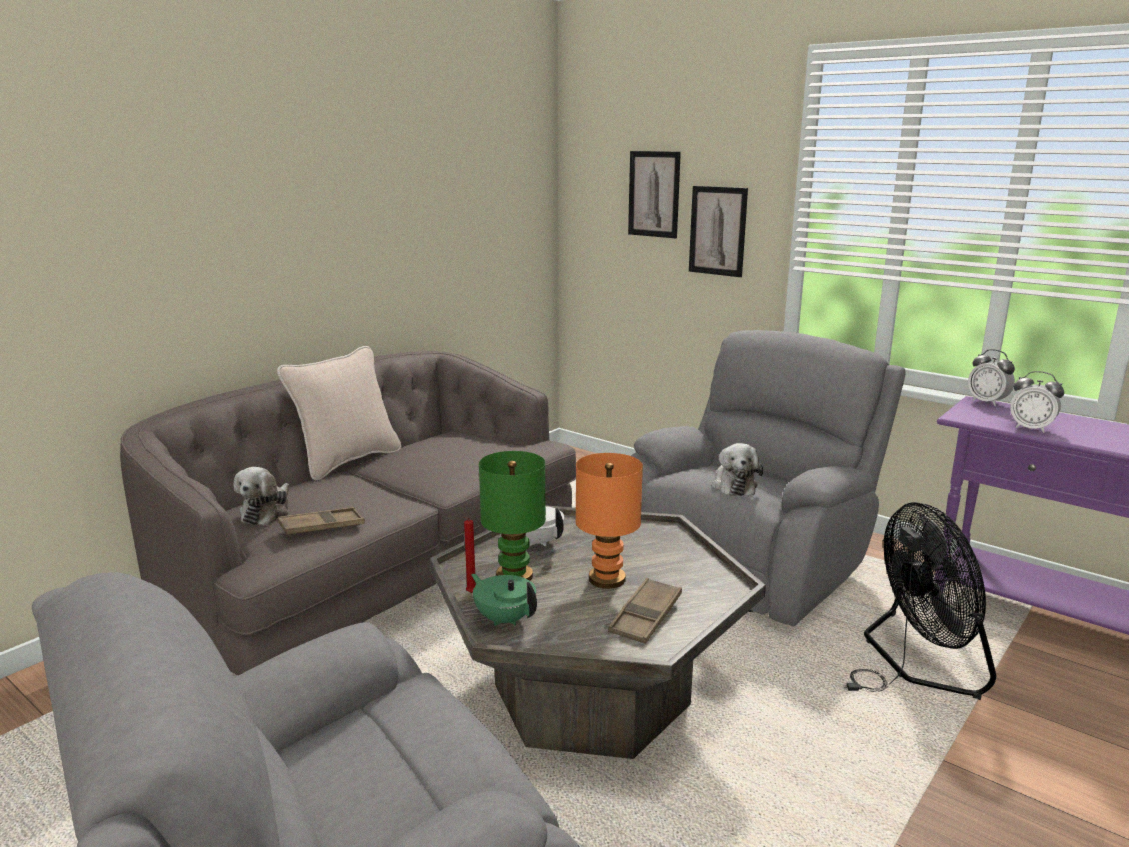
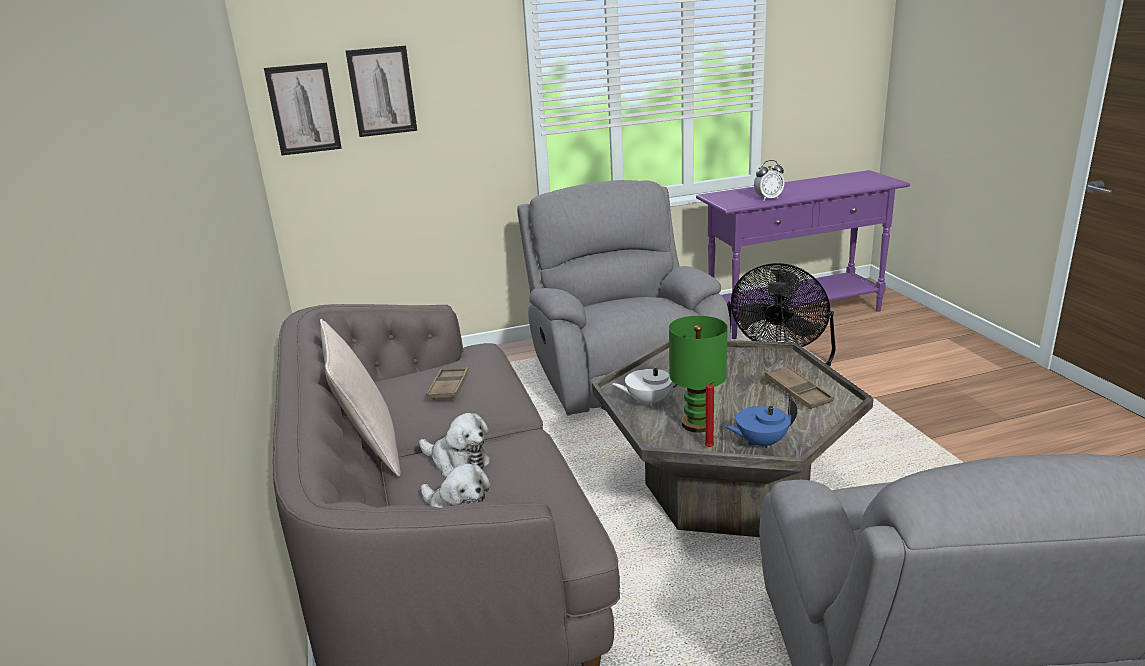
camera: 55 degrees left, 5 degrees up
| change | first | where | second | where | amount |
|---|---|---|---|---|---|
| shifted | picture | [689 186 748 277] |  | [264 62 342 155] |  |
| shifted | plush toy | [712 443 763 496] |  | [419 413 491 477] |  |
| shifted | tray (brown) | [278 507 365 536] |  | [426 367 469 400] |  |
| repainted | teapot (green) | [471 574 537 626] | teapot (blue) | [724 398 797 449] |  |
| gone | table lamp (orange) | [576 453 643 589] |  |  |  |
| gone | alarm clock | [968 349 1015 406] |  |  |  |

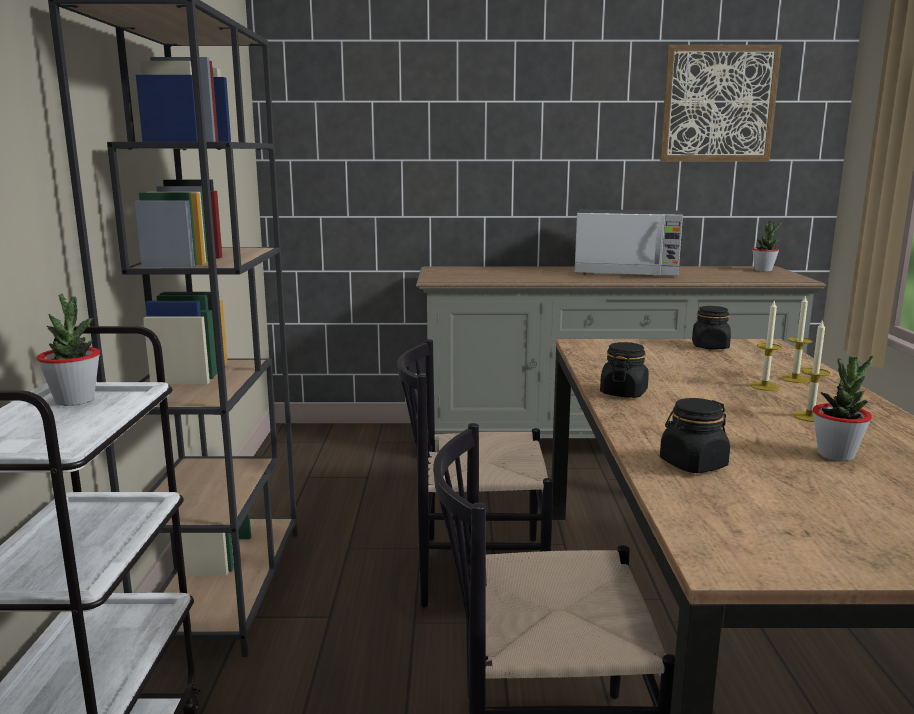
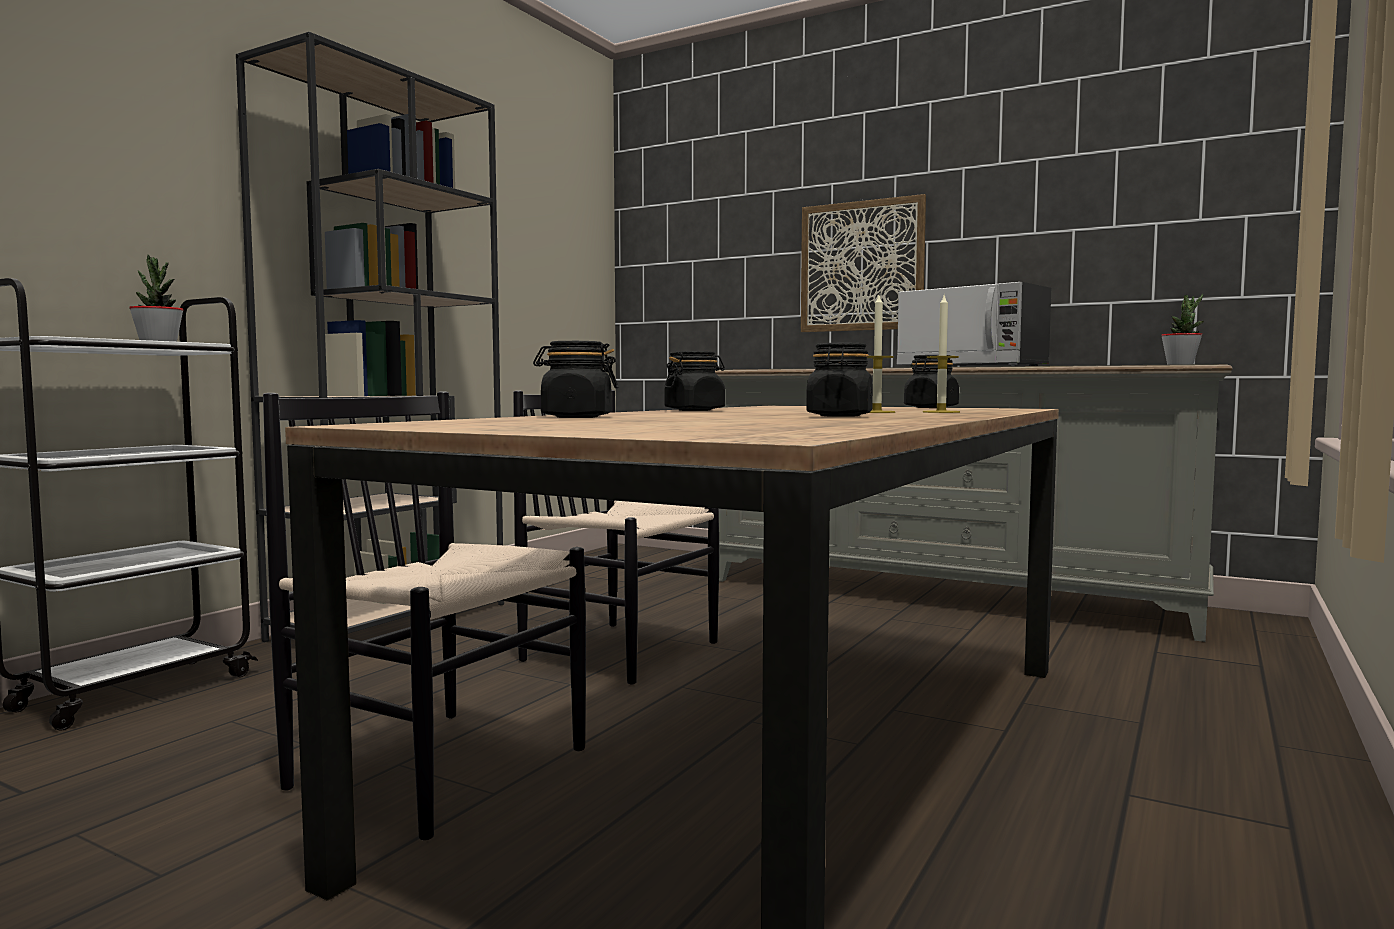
camera: 30 degrees right, 10 degrees down
| change | first | where | second | where | amount |
|---|---|---|---|---|---|
| shifted | picture | [660 42 782 161] |  | [801 194 926 332] |  |
| swapped | candle | [794 319 830 422] | jar (black) | [806 343 873 417] |  |
| gone | potted plant | [813 356 873 461] |  |  |  |

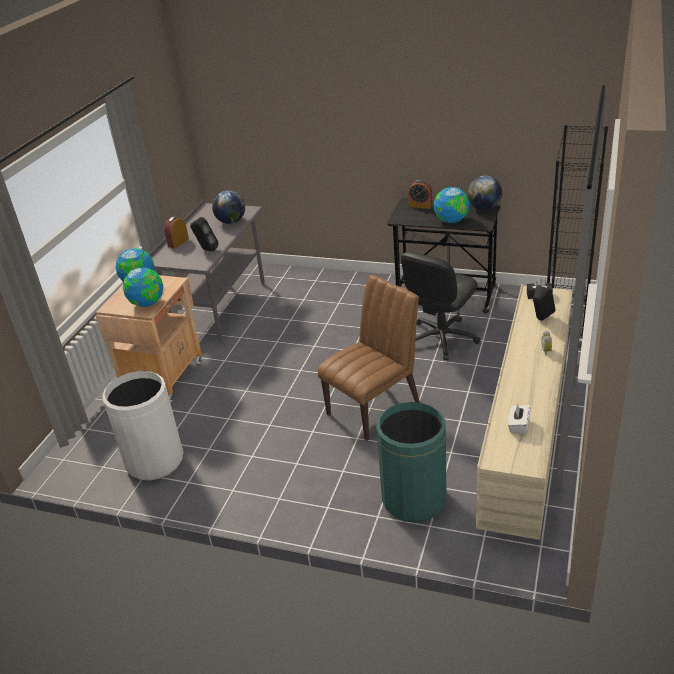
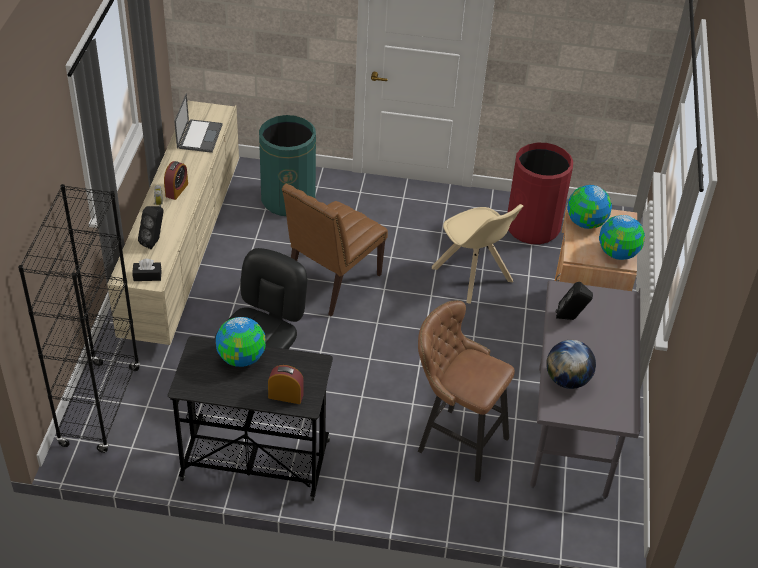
camera: 165 degrees right, 10 degrees up
| change | first | where | second | where | amount |
|---|---|---|---|---|---|
| shifted | alarm clock | [164 216 189 249] |  | [164 161 188 200] |  |
| swapped | tissue box (white) | [508 403 530 434] | laptop | [174 94 223 153] |  |
| new |  |  | stool (brown) | [418 300 515 483] |  |
| new |  |  | chair (beige) | [432 204 523 304] |  |
| repainted | trash can (white) | [102 371 184 480] | trash can (red) | [507 143 573 244] |  |
| gone | globe | [467 176 502 210] |  |  |  |

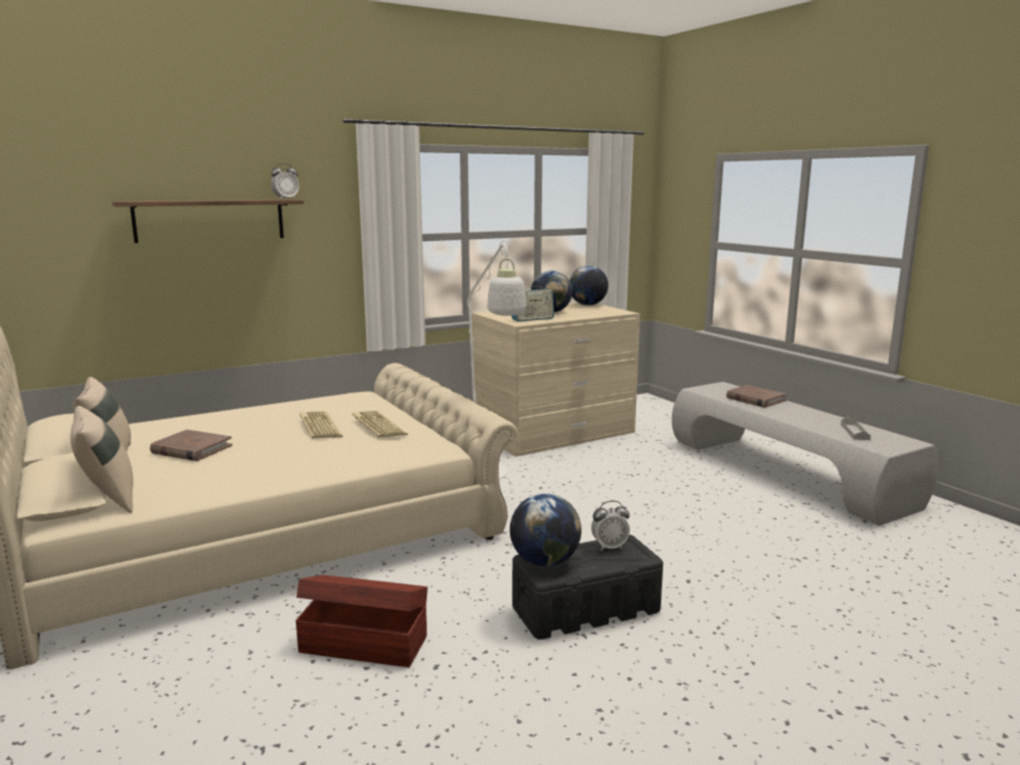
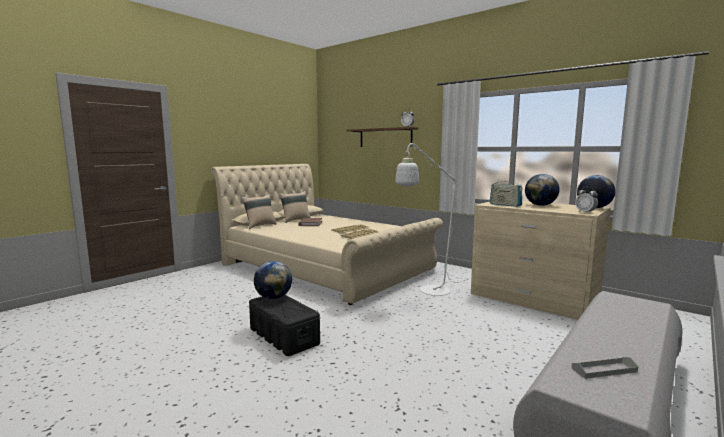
camera: 70 degrees right, 5 degrees down
| change | first | where | second | where | amount |
|---|---|---|---|---|---|
| shifted | alarm clock | [591 501 630 551] |  | [575 187 598 214] |  |
| gone | storage box (brown) | [295 575 428 667] |  |  |  |
| gone | book (brown) | [726 385 786 407] |  |  |  |

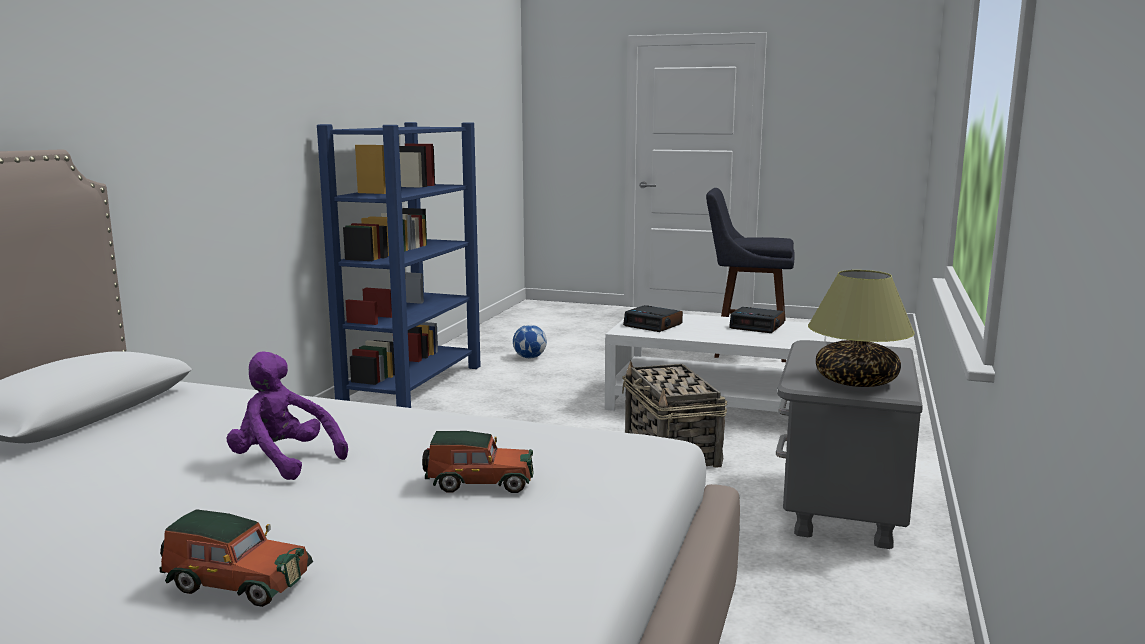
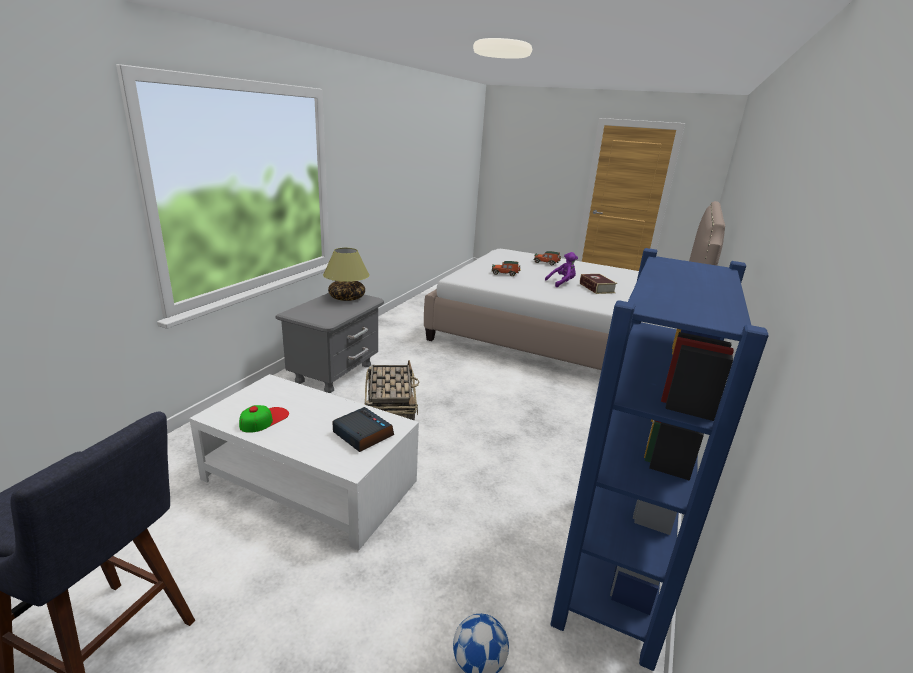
camera: 175 degrees left, 10 degrees up
| change | first | where | second | where | amount |
|---|---|---|---|---|---|
| swapped | alarm clock | [729 307 785 333] | cap | [239 405 289 433] |  |
| rotated | plush toy (purple) | [227 351 348 480] |  | [545 252 578 287] | 60 degrees counterclockwise |
| new |  |  | book | [580 274 617 294] |  |

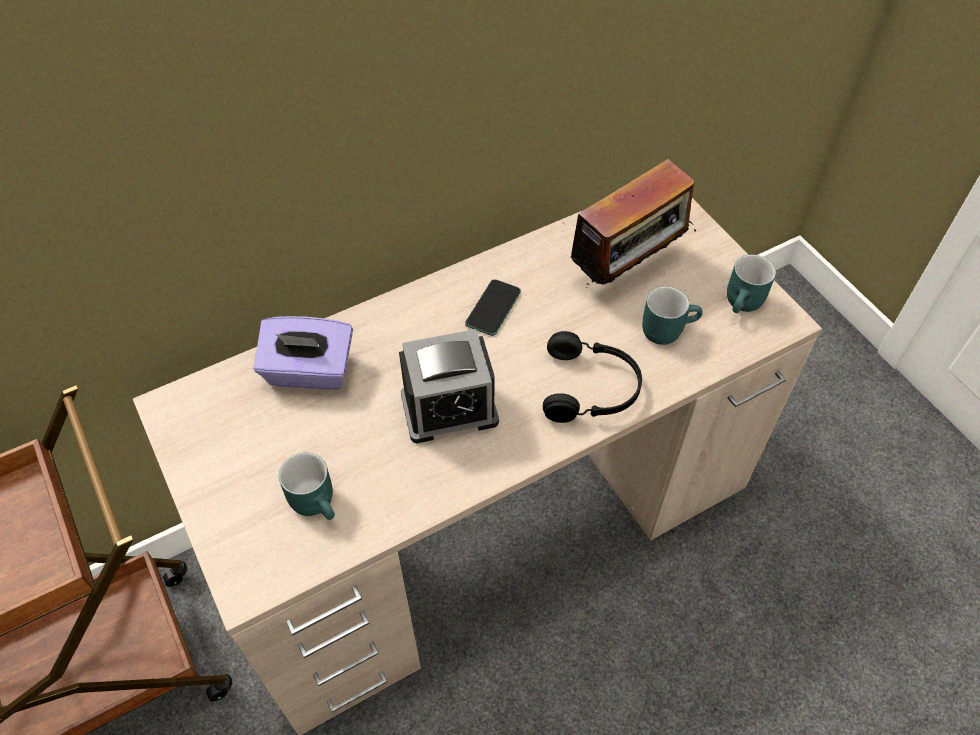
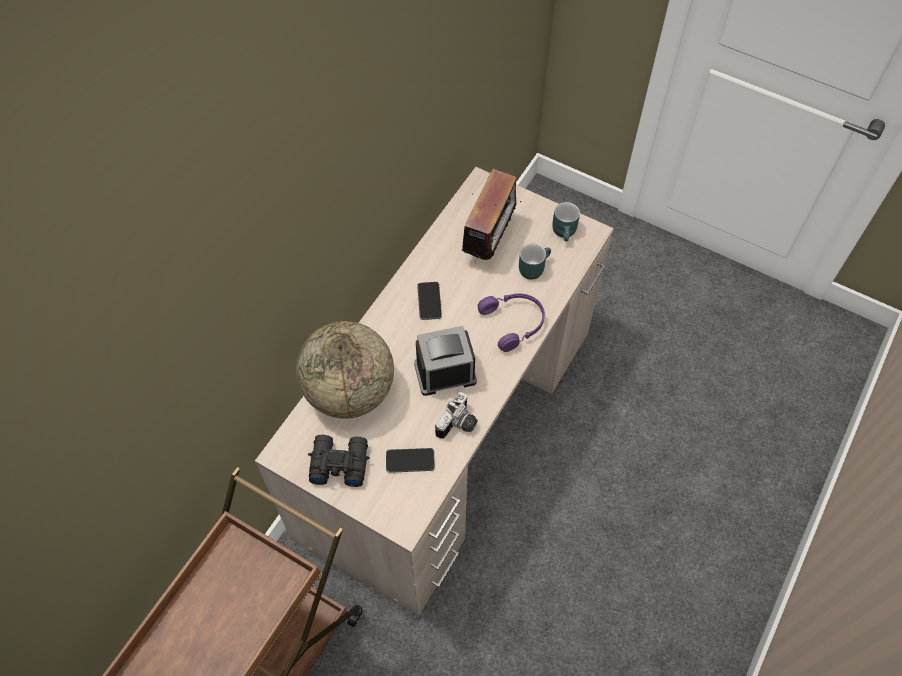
camera: 30 degrees left, 5 degrees up
| change | first | where | second | where | amount |
|---|---|---|---|---|---|
| swapped | tissue box (purple) | [253 316 353 390] | globe | [296 321 394 419] |  |
| new |  |  | binoculars (black) | [308 435 370 487] |  |
| swapped | mug (turquoise) | [279 453 335 520] | phone | [386 448 435 473] |  |
| rotated | alarm clock | [399 329 499 443] |  | [414 326 477 396] | 150 degrees counterclockwise |
| new |  |  | photo camera | [435 392 478 439] |  |
| repainted | headphones (black) | [543 331 642 423] | headphones (purple) | [478 294 545 352] |  |

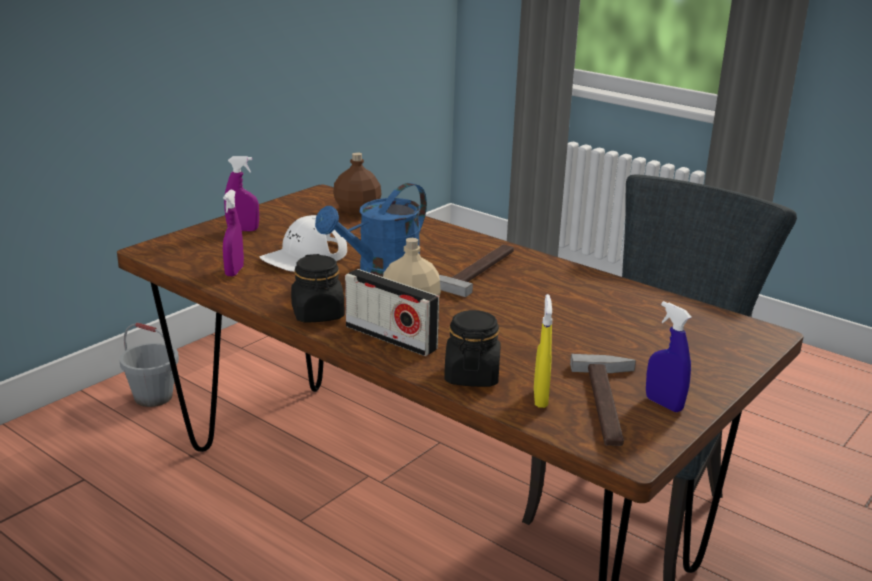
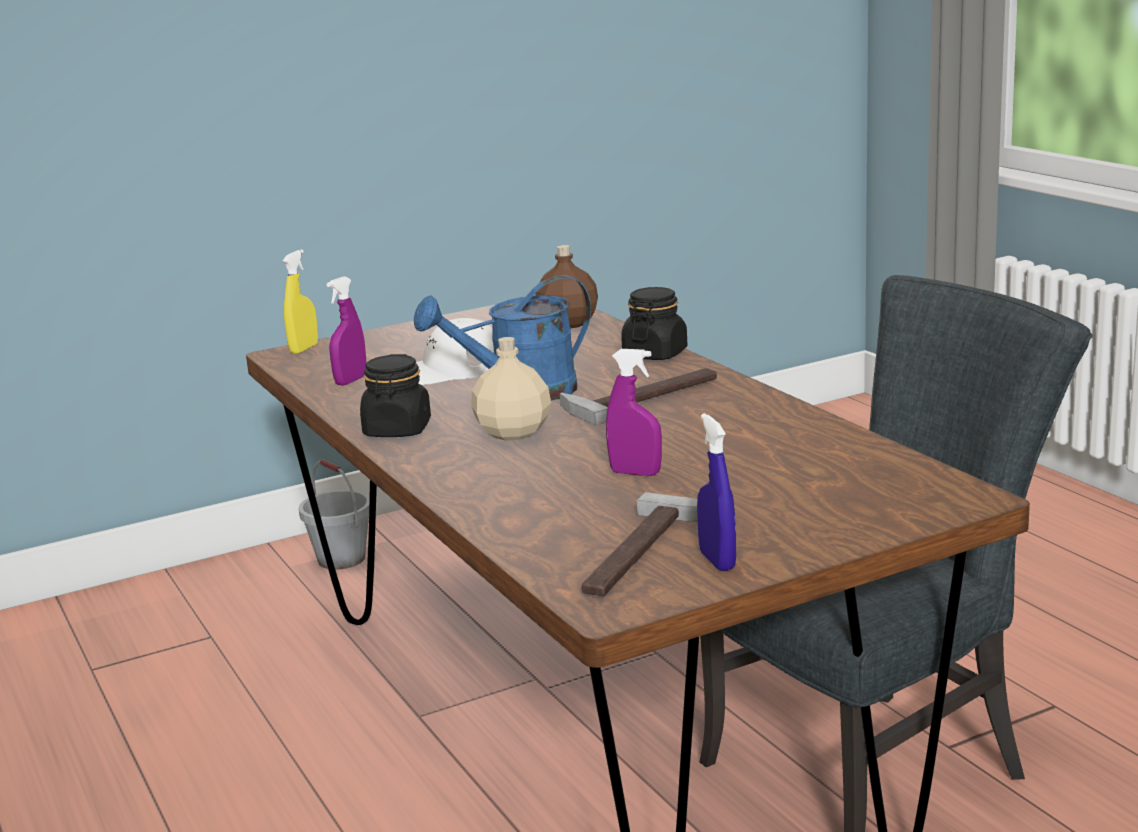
camera: 25 degrees right, 5 degrees down
| change | first | where | second | where | amount |
|---|---|---|---|---|---|
| shifted | spray bottle (yellow) | [534 294 552 408] |  | [283 249 318 354] |  |
| shifted | spray bottle (purple) | [224 156 259 231] |  | [606 349 662 476] |  |
| shifted | jar (black) | [444 310 501 387] |  | [621 287 687 360] |  |
| gone | radio | [345 269 439 356] |  |  |  |

